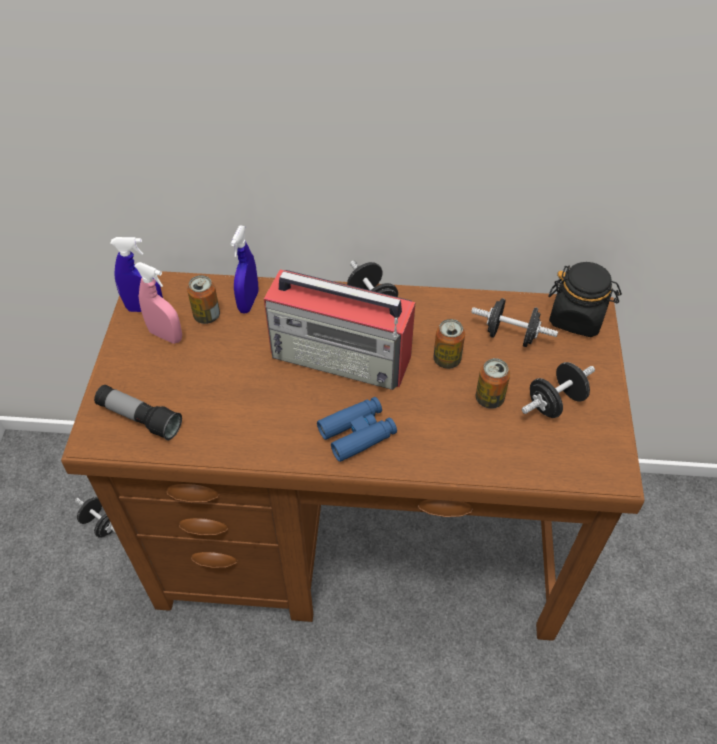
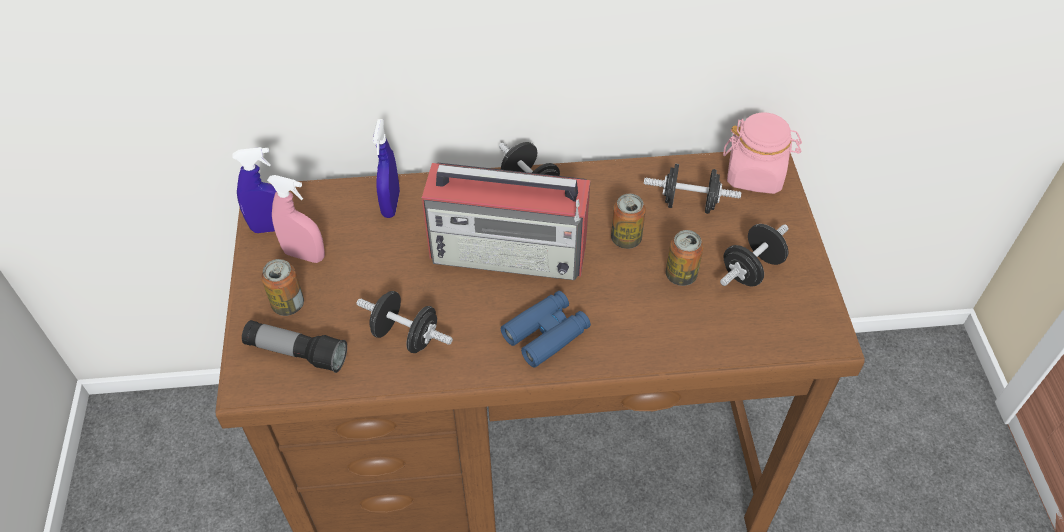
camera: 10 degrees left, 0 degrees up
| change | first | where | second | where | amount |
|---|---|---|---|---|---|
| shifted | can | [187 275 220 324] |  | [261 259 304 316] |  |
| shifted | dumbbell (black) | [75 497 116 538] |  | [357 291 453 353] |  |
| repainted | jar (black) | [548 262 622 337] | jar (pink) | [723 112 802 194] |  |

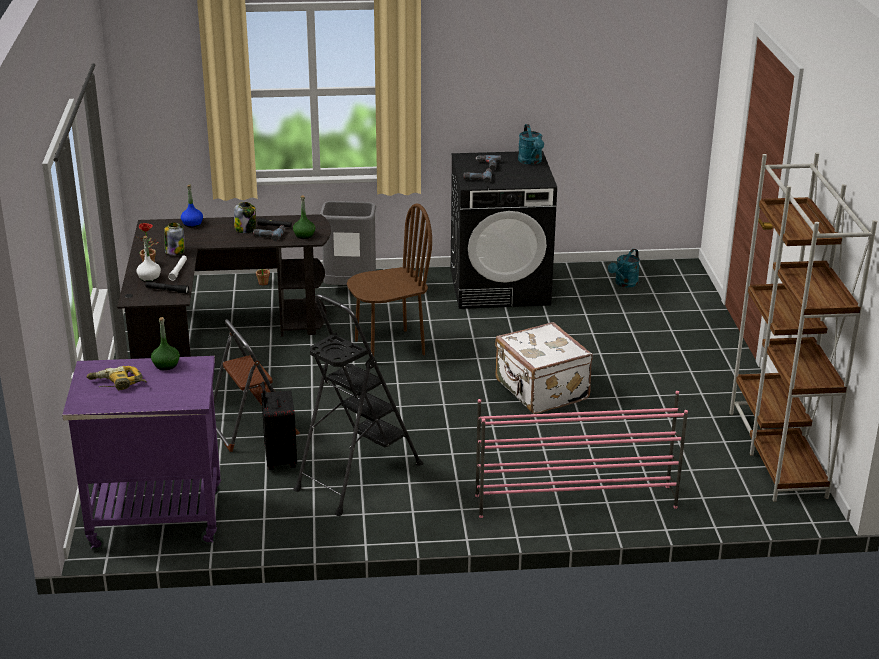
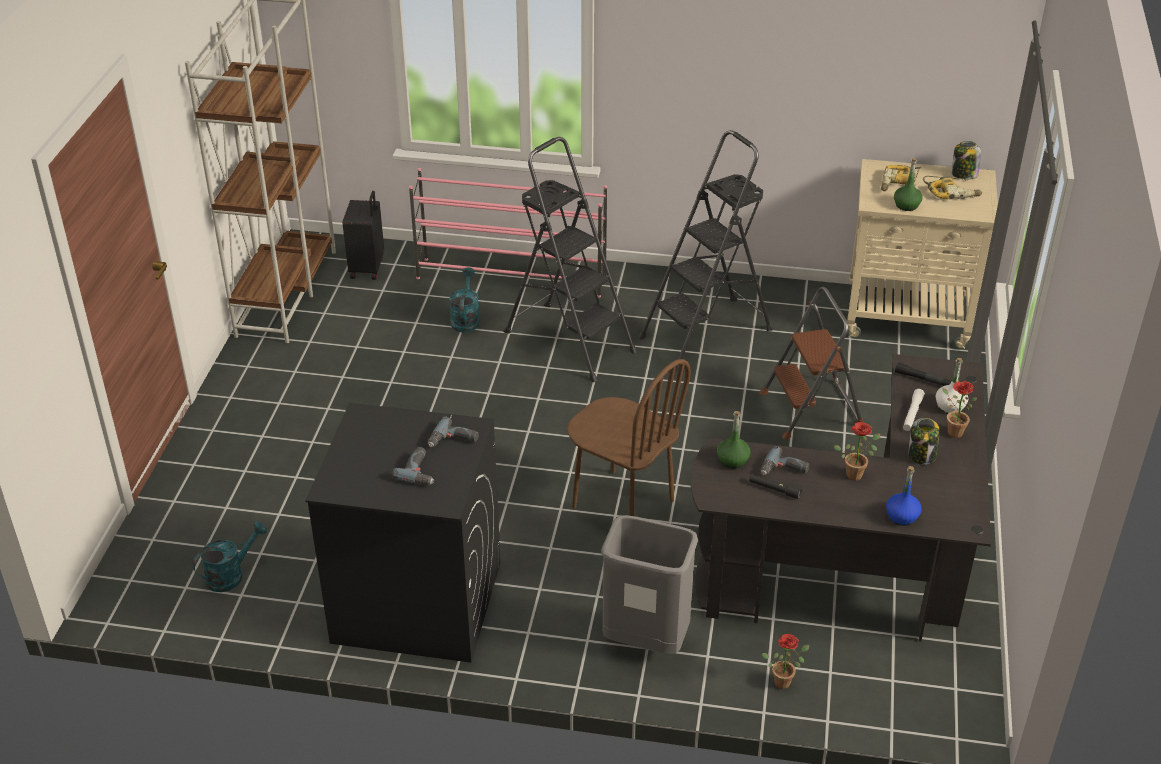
camera: 165 degrees left, 10 degrees up
| change | first | where | second | where | amount |
|---|---|---|---|---|---|
| shifted | suitcase (black) | [261 382 297 470] |  | [343 191 384 280] |  |
| shifted | watering can (turquoise) | [518 124 544 165] |  | [450 267 480 333] |  |
| new |  |  | step ladder | [503 137 638 382] |  |
| rotated | chair (brown) | [347 203 432 356] |  | [567 359 691 516] | 135 degrees counterclockwise |
| new |  |  | potted plant | [834 422 880 481] |  |
| repainted | cart (purple) | [62 356 221 549] | cart (beige) | [847 159 998 349] |  |
| new |  |  | power drill | [881 165 921 191] |  |
| shifted | jar | [234 202 256 233] |  | [952 141 981 180] |  |
| gone | suitcase (white) | [495 322 593 414] |  |  |  |

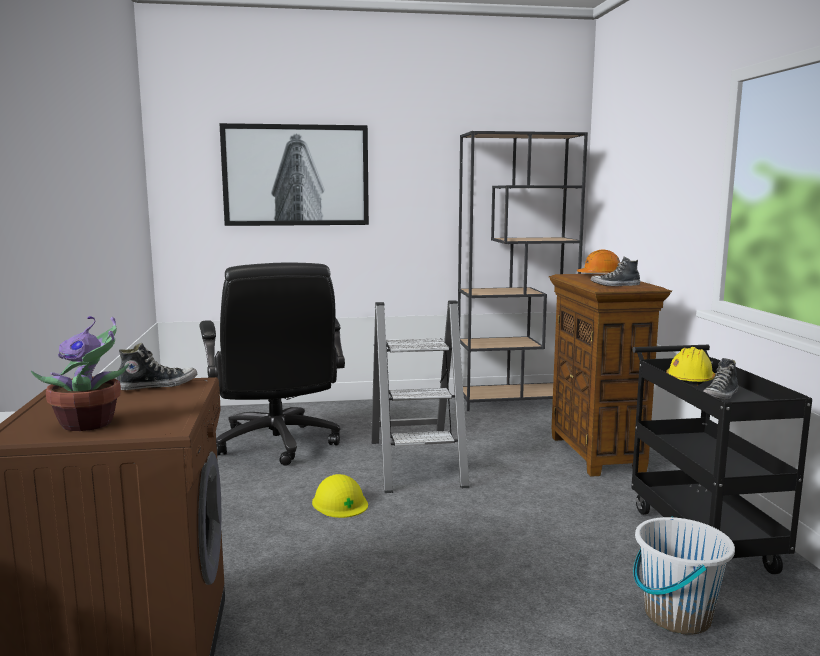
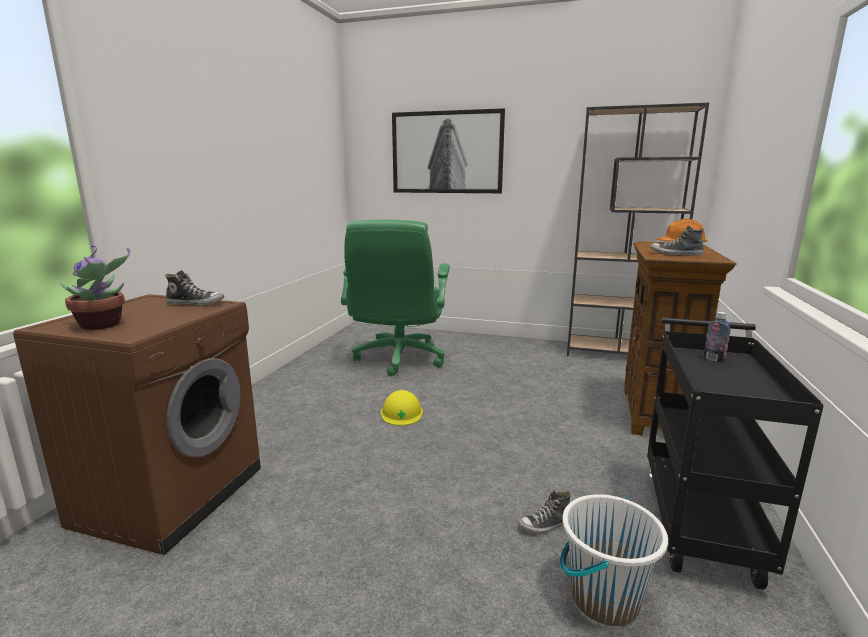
camera: 25 degrees right, 5 degrees up
| change | first | where | second | where | amount |
|---|---|---|---|---|---|
| repainted | office chair (black) | [199 263 345 466] | office chair (green) | [341 220 450 376] |  |
| shifted | shoe | [703 358 738 400] |  | [518 489 570 534] |  |
| swapped | hard hat (yellow) | [666 347 715 386] | bottle | [704 312 731 363] |  |
| gone | step ladder (grey) | [371 300 470 493] |  |  |  |

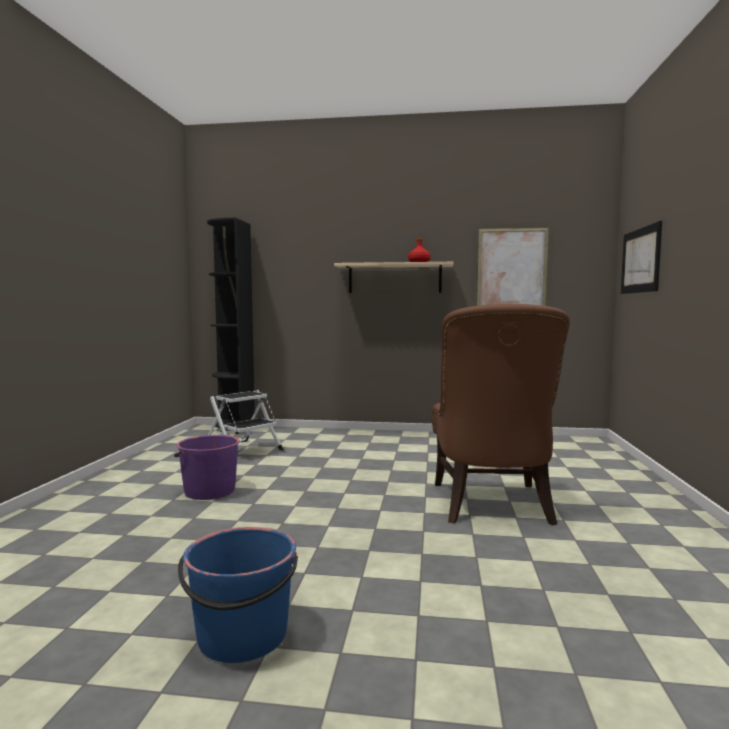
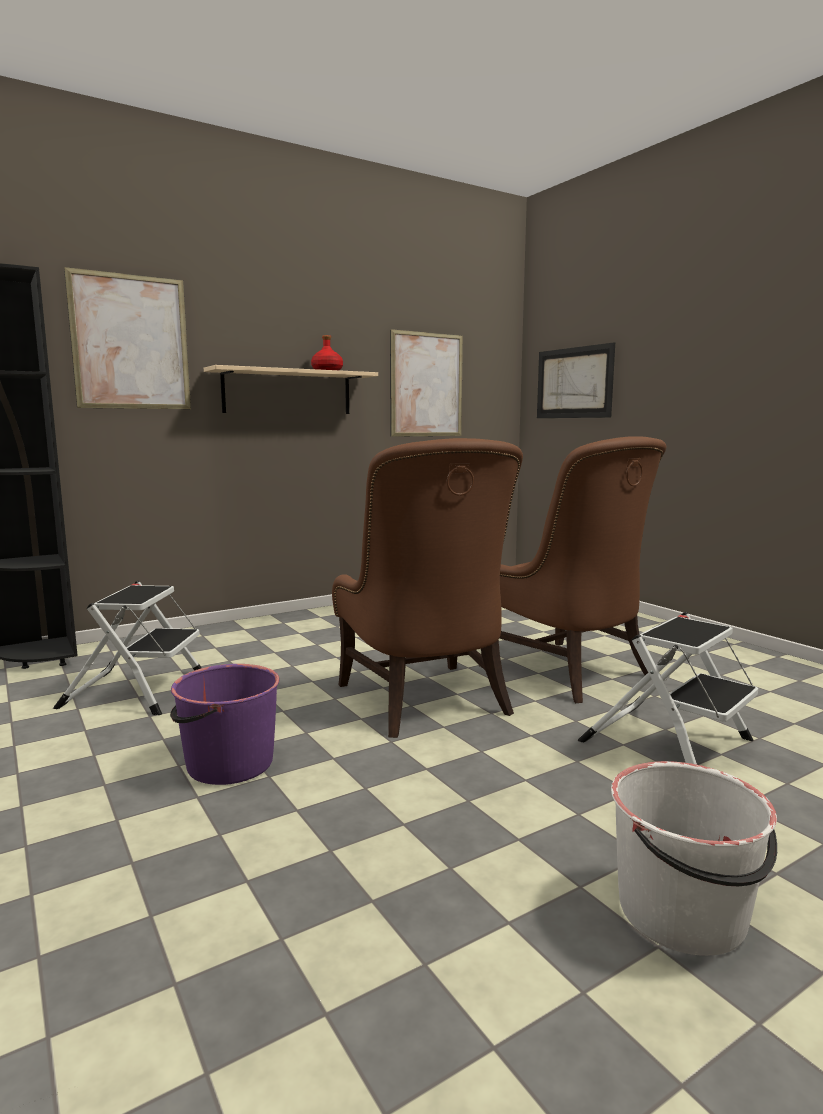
camera: 40 degrees left, 5 degrees up
| change | first | where | second | where | amount |
|---|---|---|---|---|---|
| new |  |  | picture | [64 267 191 409] |  |
| new |  |  | chair (brown) | [332 438 523 738] |  |
| new |  |  | step ladder | [578 612 758 765] |  |
| repainted | bucket (blue) | [178 527 298 663] | bucket (white) | [611 761 777 956] |  |

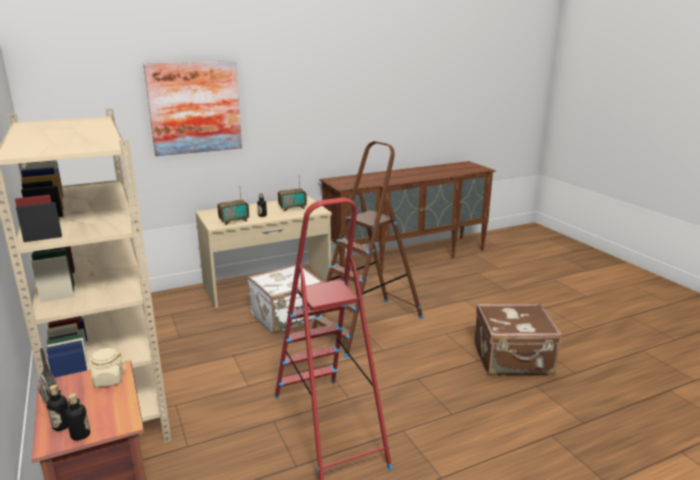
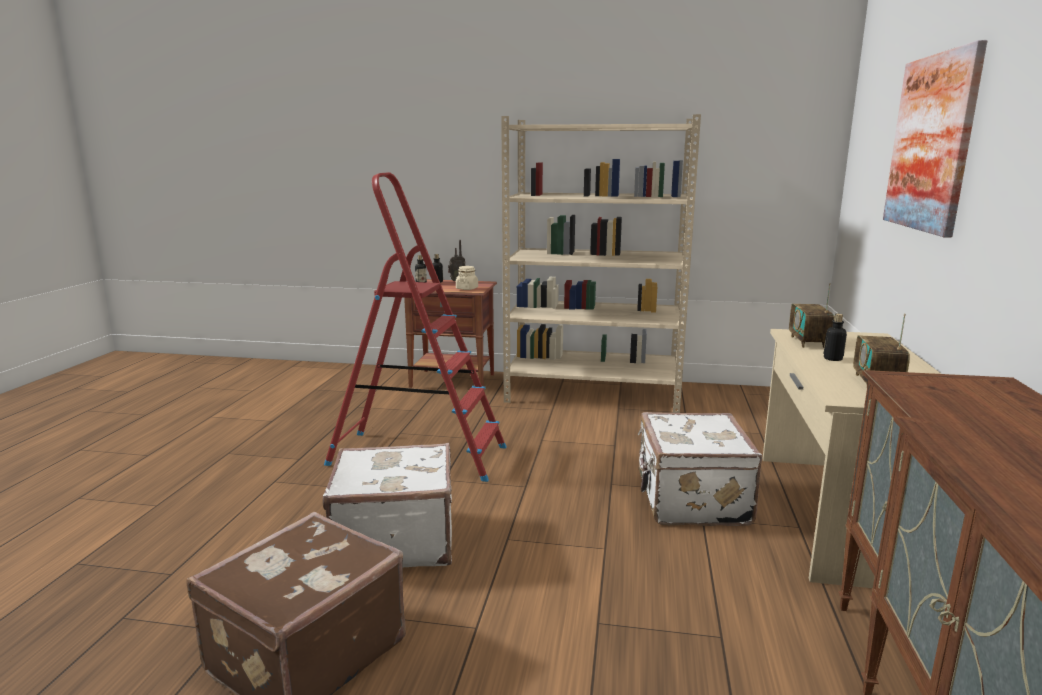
camera: 125 degrees right, 5 degrees down
| change | first | where | second | where | amount |
|---|---|---|---|---|---|
| new |  |  | suitcase (white) | [323 443 452 567] |  |
| gone | step ladder (brown) | [312 141 423 358] |  |  |  |

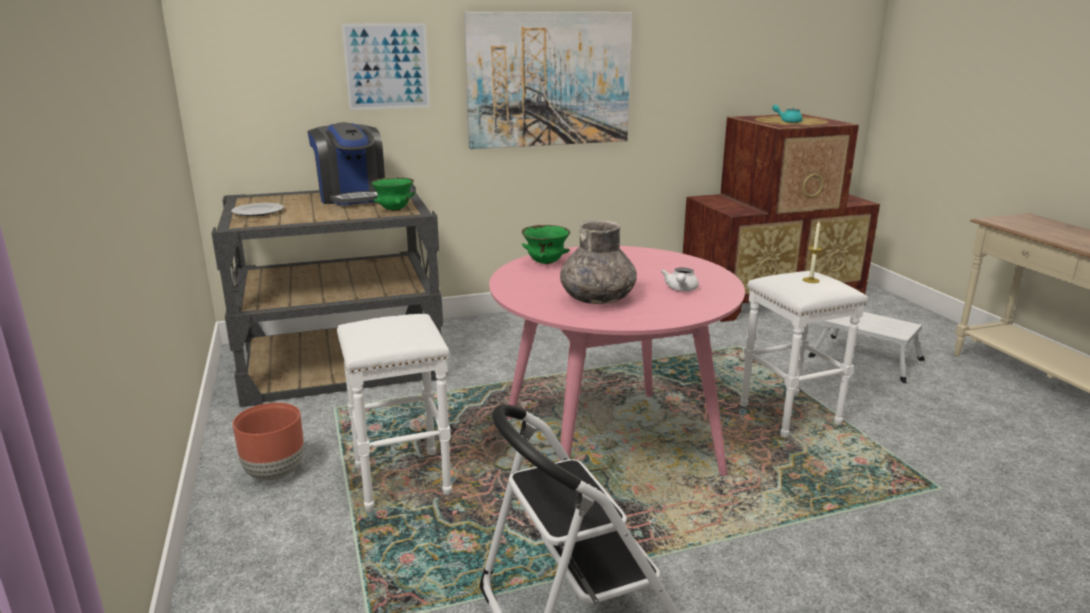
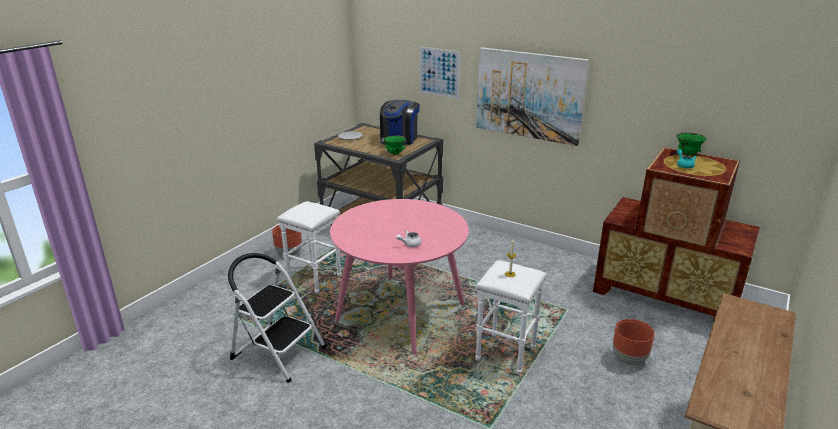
camera: 50 degrees right, 5 degrees up
| change | first | where | second | where | amount |
|---|---|---|---|---|---|
| swapped | step ladder (white) | [808 312 925 383] | planter (brown) | [613 319 655 365] |  |
| shifted | bowl (green) | [522 225 570 264] |  | [676 133 706 155] |  |
| gone | vase (grey) | [560 220 637 304] |  |  |  |

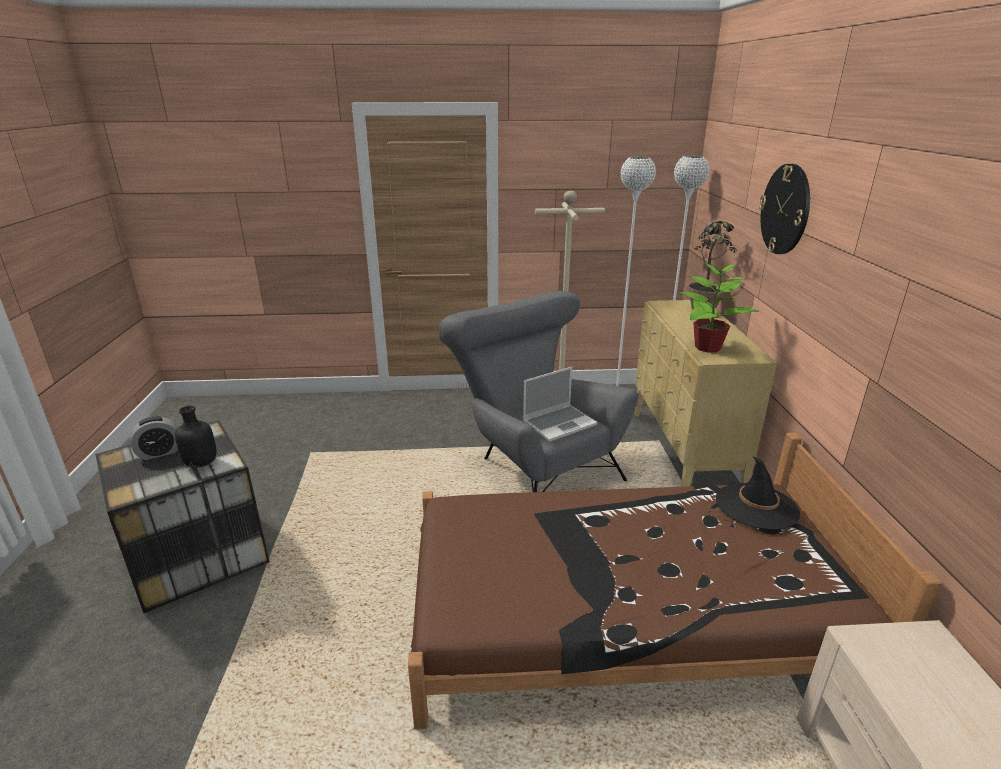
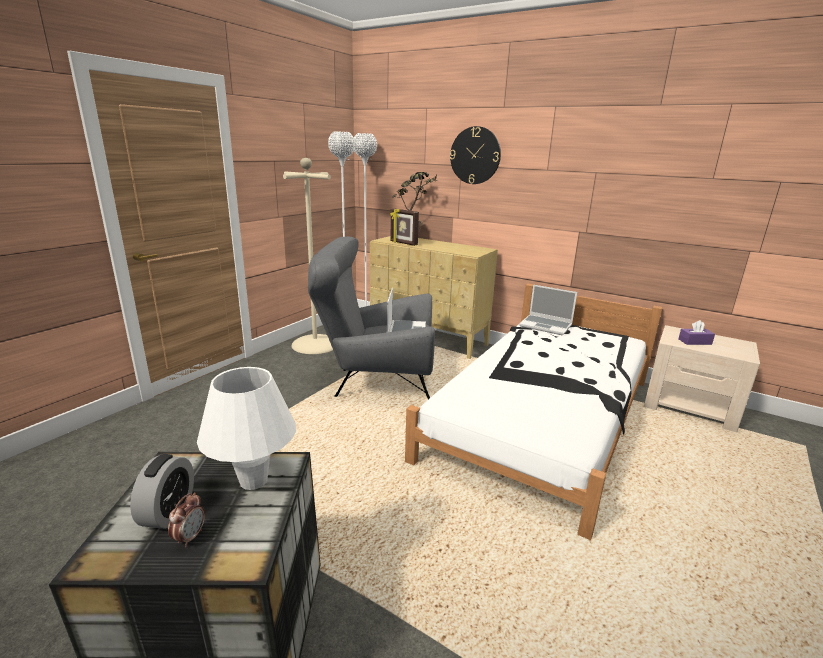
camera: 55 degrees left, 5 degrees down
| change | first | where | second | where | amount |
|---|---|---|---|---|---|
| new |  |  | alarm clock | [168 492 205 547] |  |
| swapped | bottle (black) | [175 406 216 468] | table lamp (white) | [197 367 296 490] |  |
| new |  |  | picture frame | [390 209 419 246] |  |
| repainted | bed (brown) | [408 433 942 730] | bed (white) | [405 284 663 540] |  |
| swapped | hat (black) | [716 456 800 530] | laptop | [519 285 577 335] |  |
| new |  |  | tissue box (purple) | [679 320 715 345] |  |
| gone | potted plant | [680 262 759 353] |  |  |  |

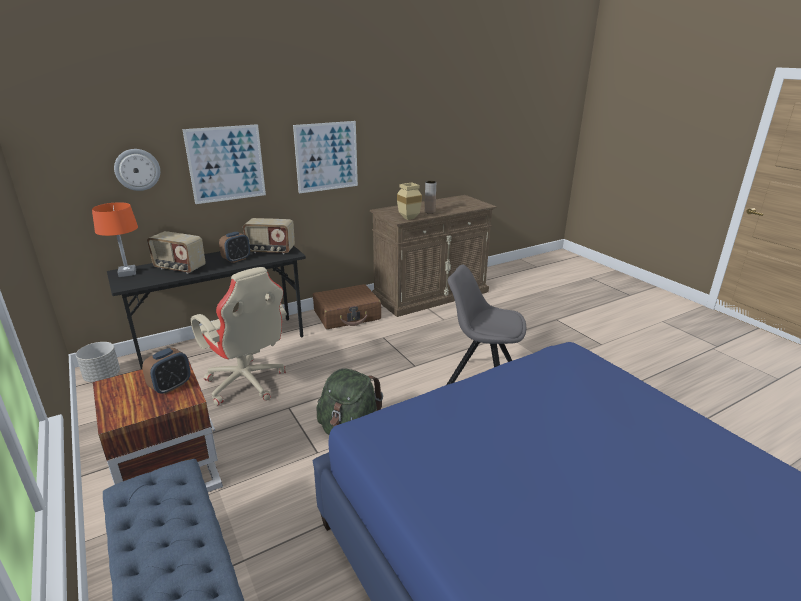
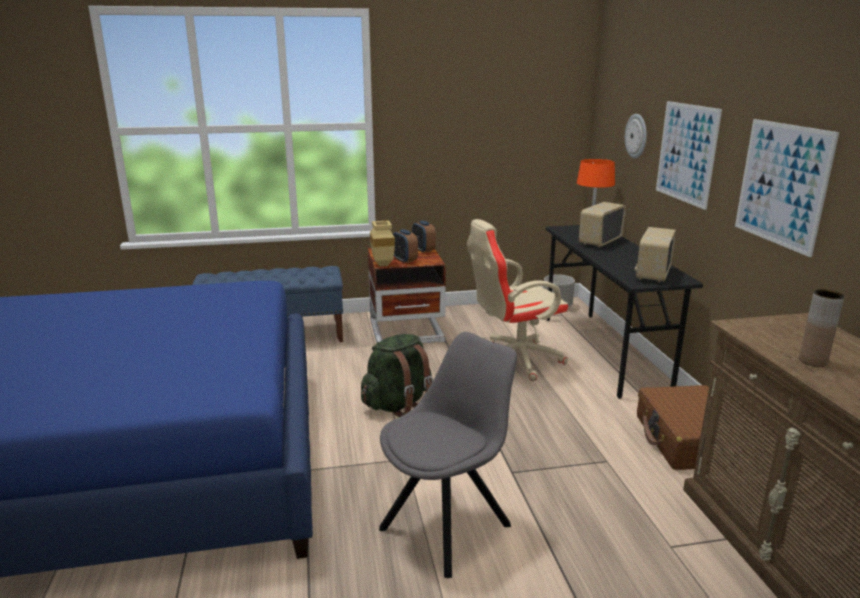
camera: 110 degrees right, 5 degrees down
| change | first | where | second | where | amount |
|---|---|---|---|---|---|
| shifted | vase (beige) | [397 182 422 220] |  | [370 220 395 266] |  |
| shifted | alarm clock | [219 232 250 263] |  | [412 221 436 253] |  |

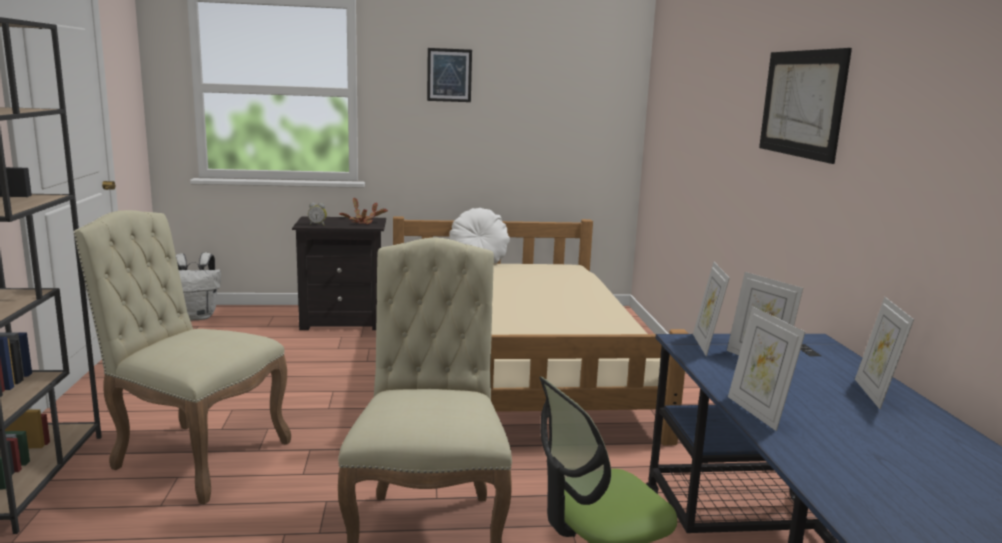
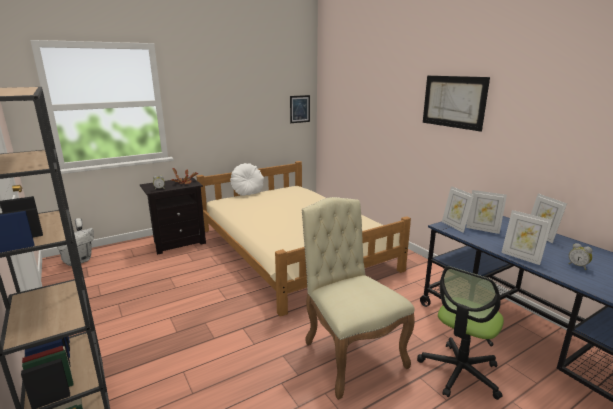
camera: 25 degrees left, 5 degrees up
| change | first | where | second | where | amount |
|---|---|---|---|---|---|
| shifted | picture | [427 48 472 102] |  | [290 95 310 123] |  |
| new |  |  | alarm clock | [568 243 593 270] |  |
| gone | chair (beige) | [74 210 291 504] |  |  |  |

